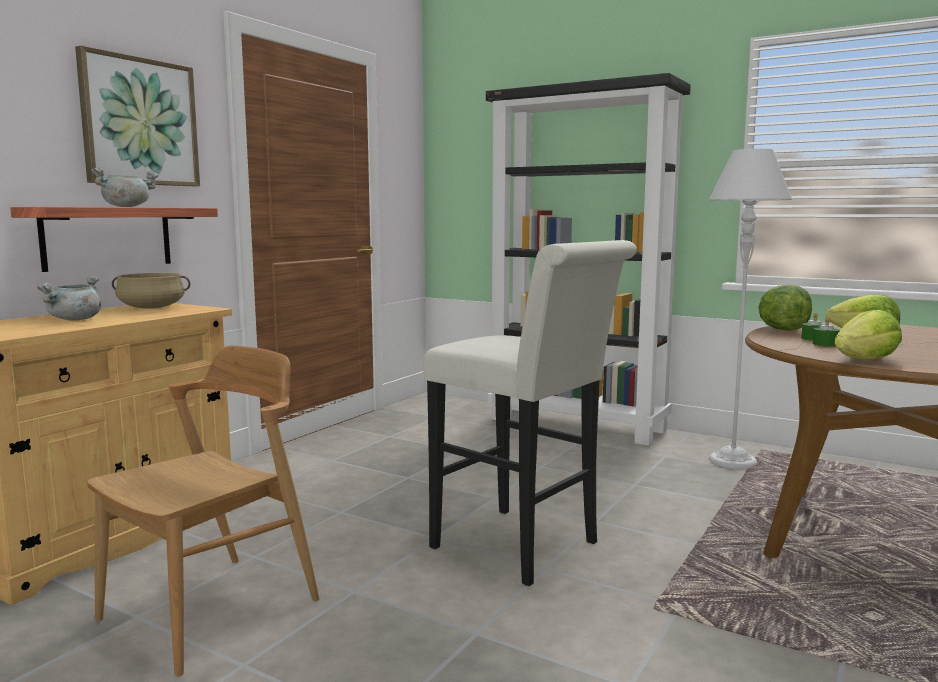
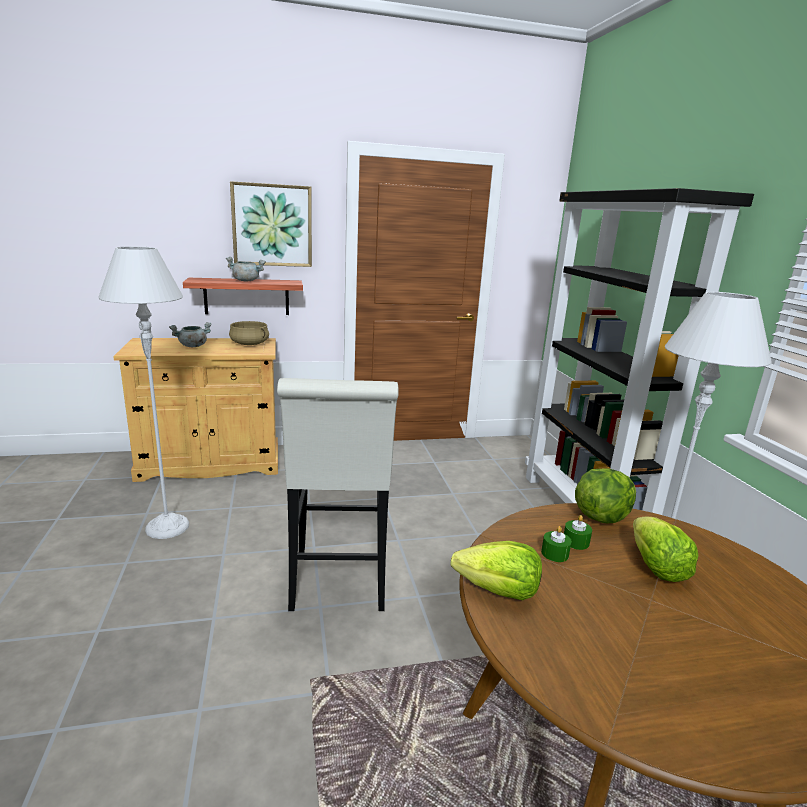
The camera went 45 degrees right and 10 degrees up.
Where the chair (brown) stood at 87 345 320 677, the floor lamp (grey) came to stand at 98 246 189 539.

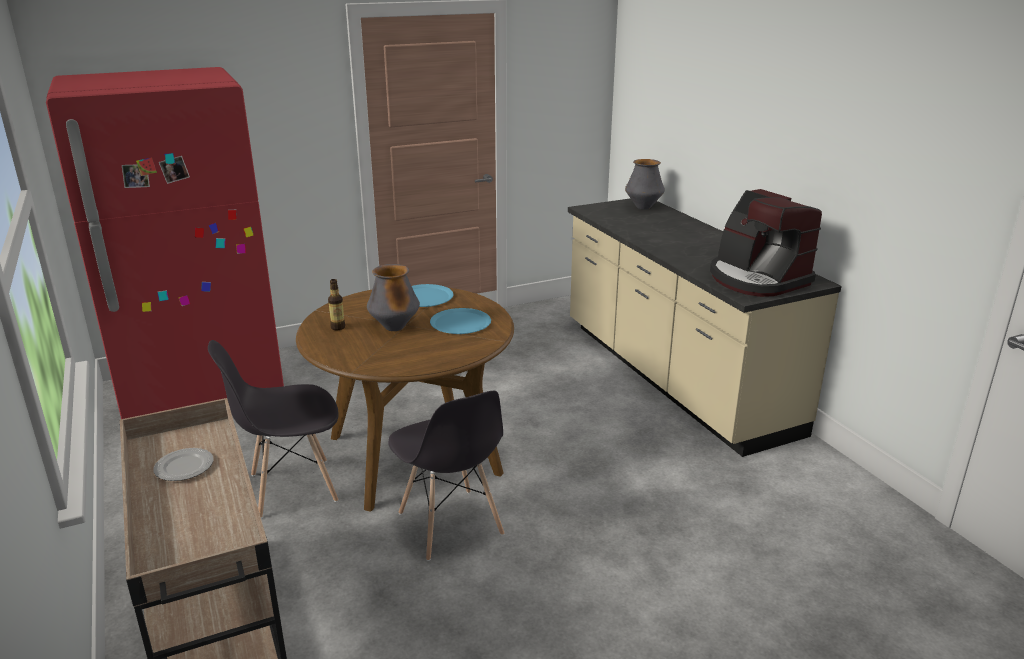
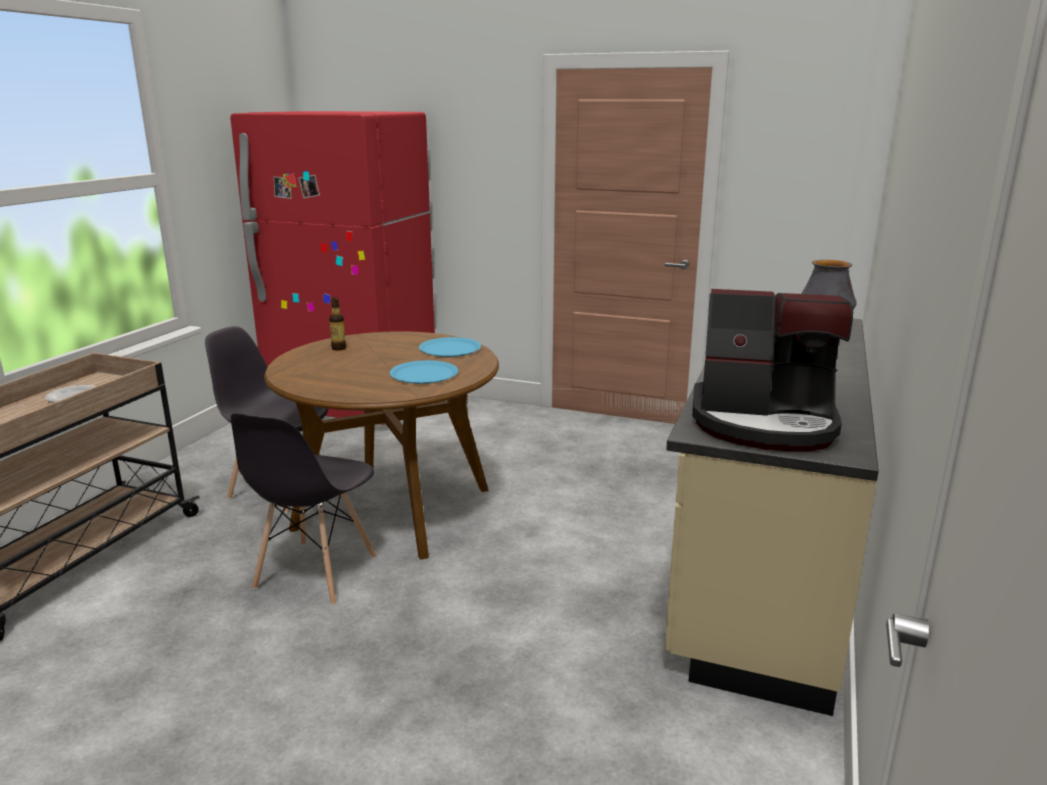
The camera went 45 degrees right and 5 degrees down.
The coffee machine at 710 189 822 297 ended up facing another way, 90 degrees counterclockwise from before.
The second view lost the vase at 367 264 420 331.

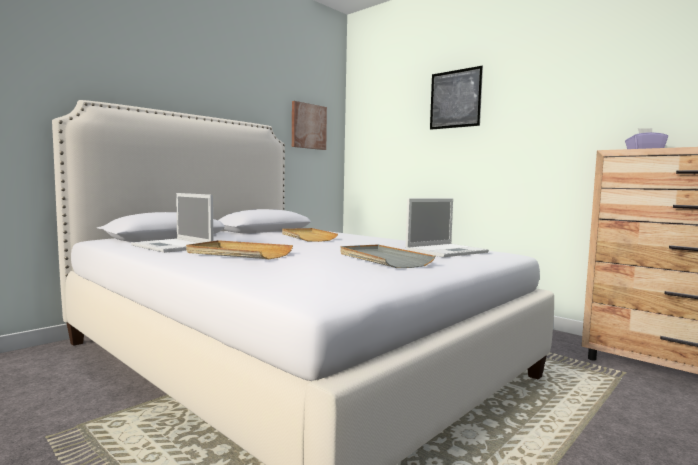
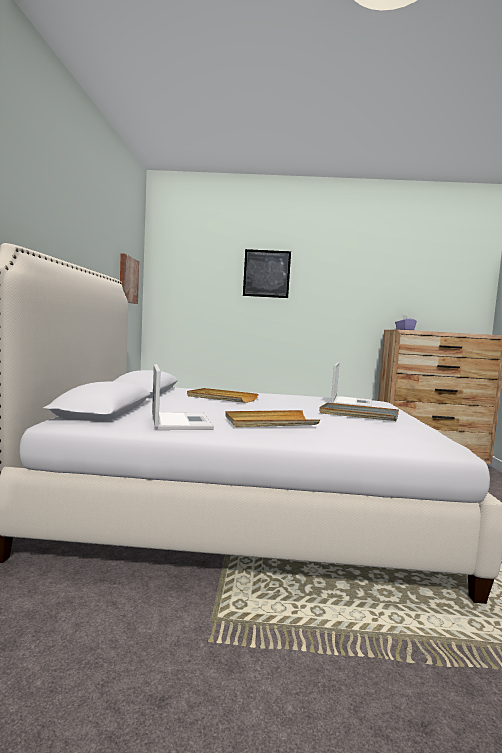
The camera went 40 degrees left and 0 degrees up.
The laptop at 131 193 213 253 ended up facing another way, 105 degrees counterclockwise from before.

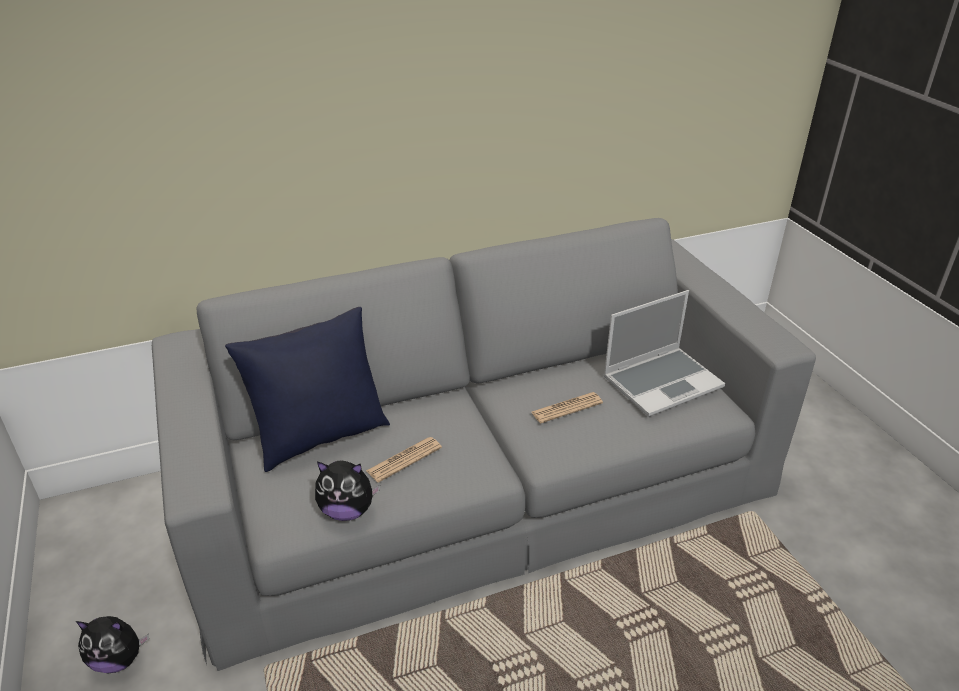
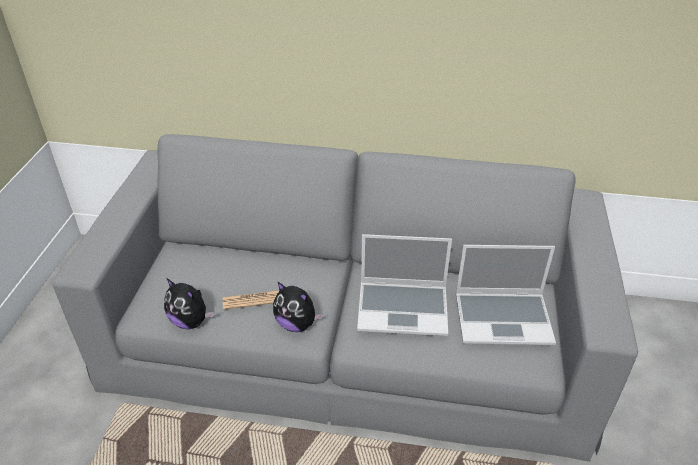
The camera went 30 degrees right and 5 degrees up.
The second view lost the pillow (blue) at 225 307 390 472.
Where the newspaper stood at 531 392 603 423, the laptop came to stand at 357 234 452 336.
The plush toy ended up elsewhere, having gone from 76 616 149 673 to 273 281 323 332.

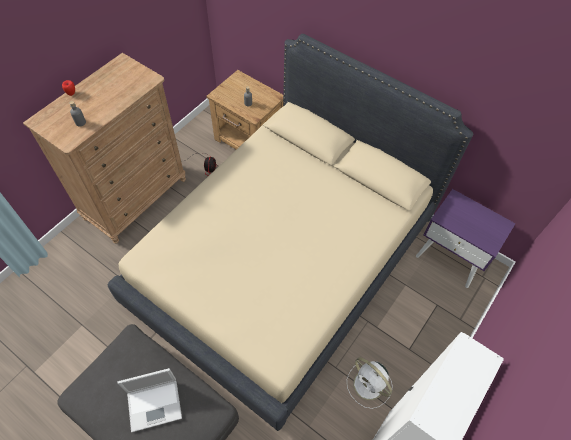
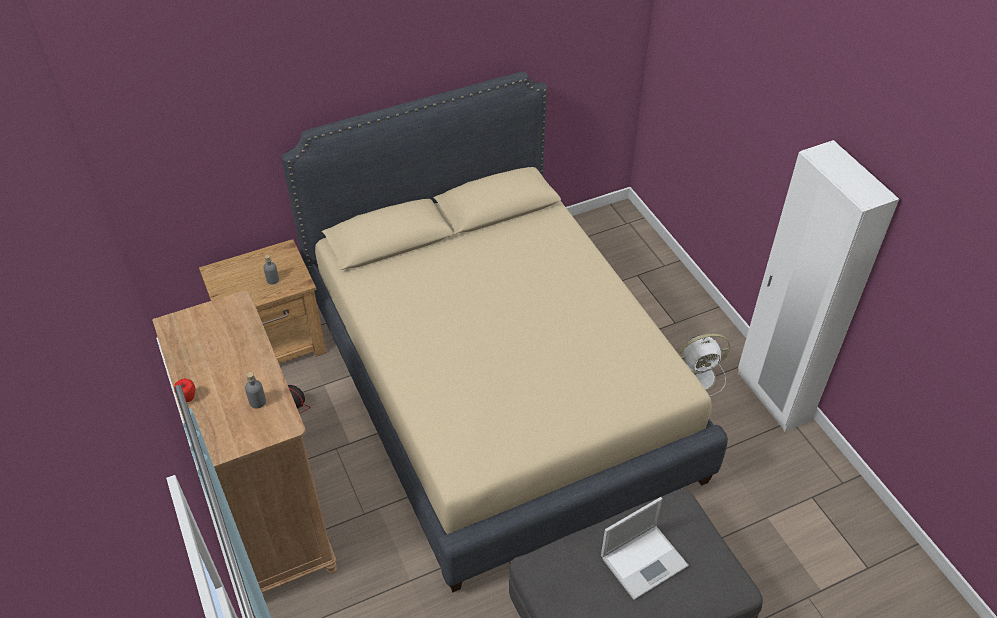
The camera went 60 degrees left and 10 degrees down.
The second view lost the nightstand (purple) at 416 189 516 288.
The laptop at 117 368 182 432 ended up facing another way, 45 degrees clockwise from before.

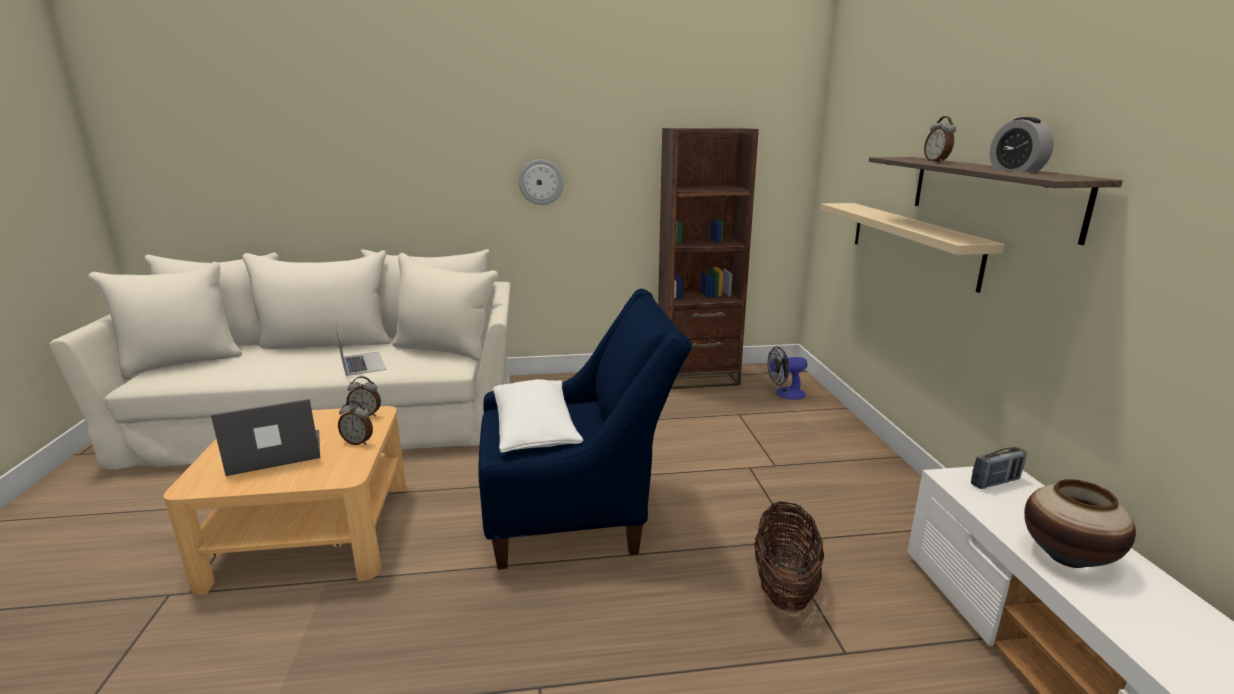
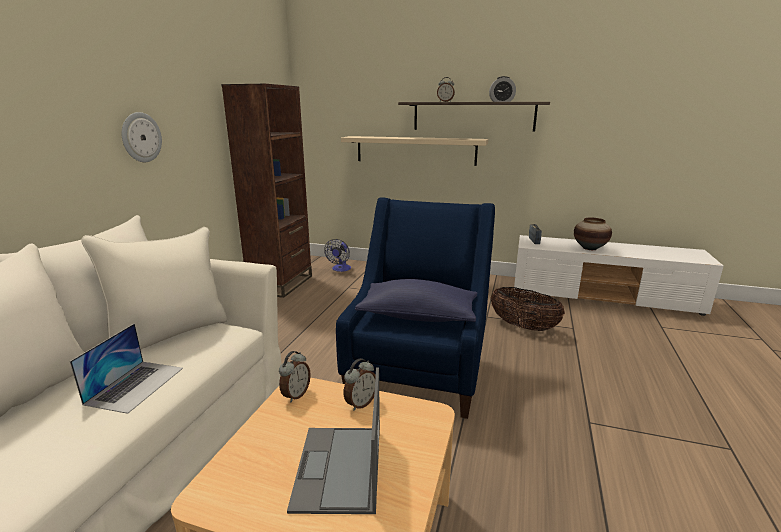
The camera went 65 degrees left and 0 degrees up.
The laptop at 336 325 386 376 ended up facing another way, 105 degrees clockwise from before.
What was the pillow (white) at 493 379 583 453 turned into the pillow (blue) at 355 279 478 322.

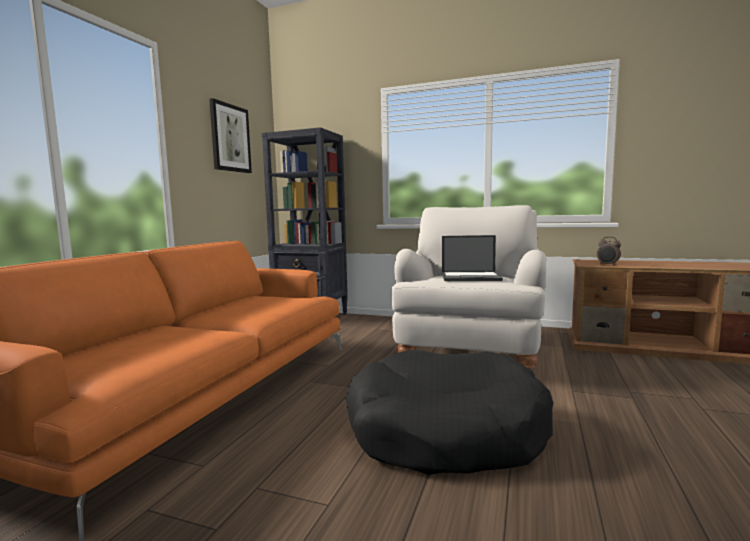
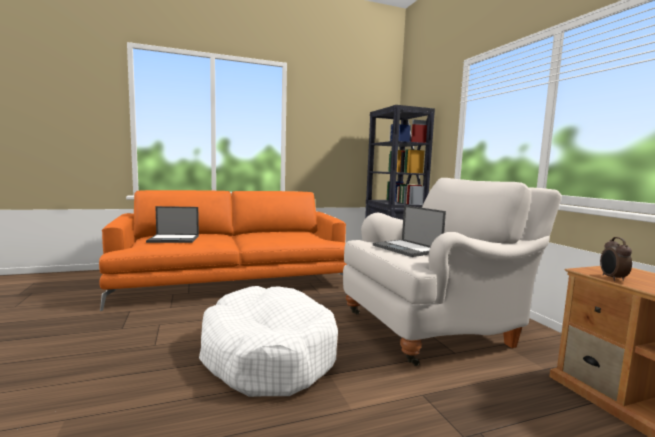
The camera went 50 degrees right and 0 degrees up.
The second view lost the picture at 209 98 252 173.
What was the dog bed (black) at 346 350 553 475 turned into the dog bed (white) at 199 286 338 397.
The second view gained the laptop at 146 206 199 243.

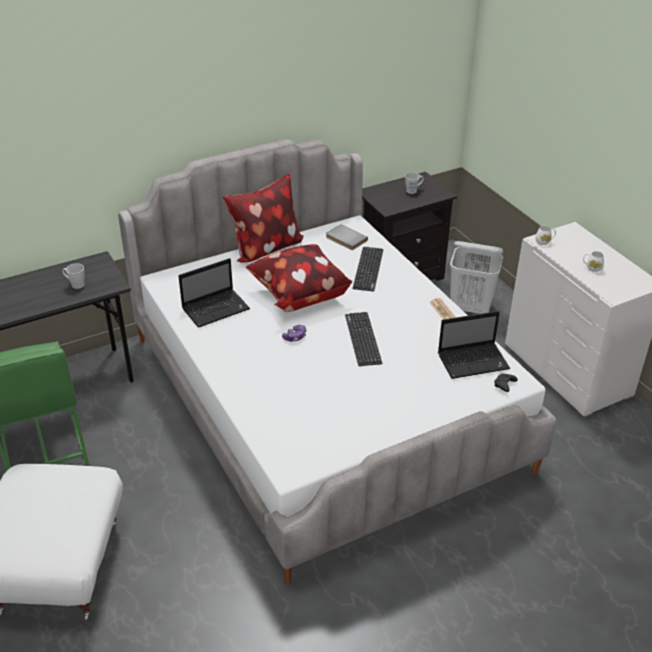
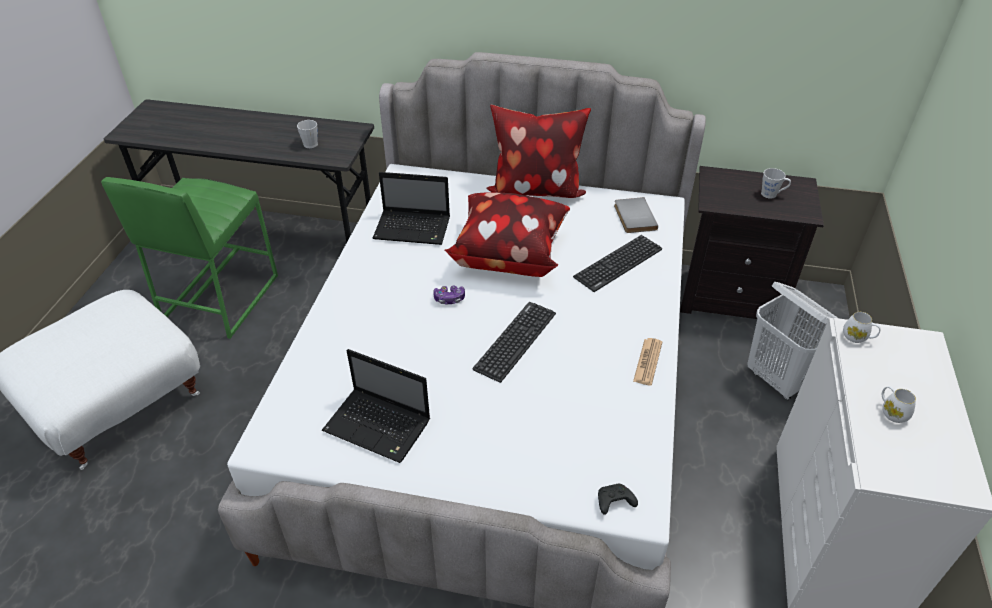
The camera went 40 degrees right and 5 degrees up.
The laptop ended up elsewhere, having gone from 438 311 510 379 to 322 349 430 463.

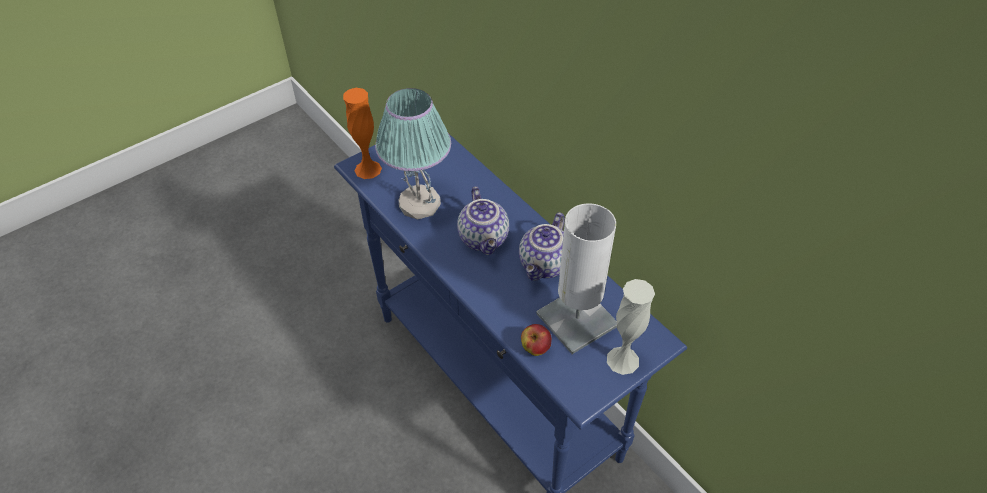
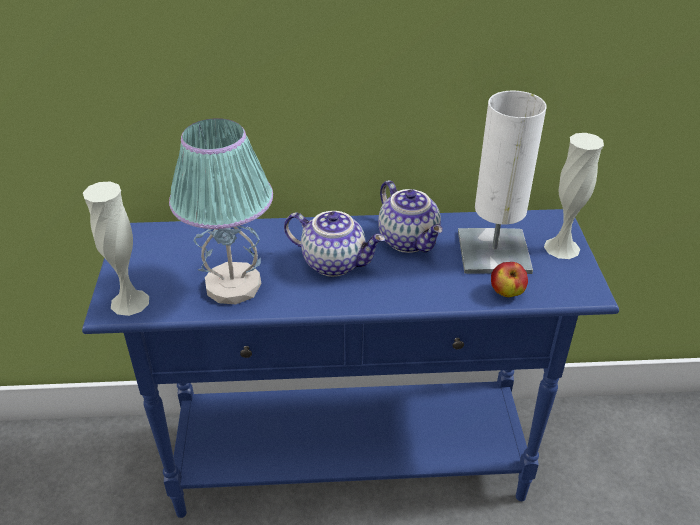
The camera went 55 degrees left and 10 degrees down.
What was the vase (orange) at 343 88 382 179 turned into the vase (white) at 83 181 149 316.

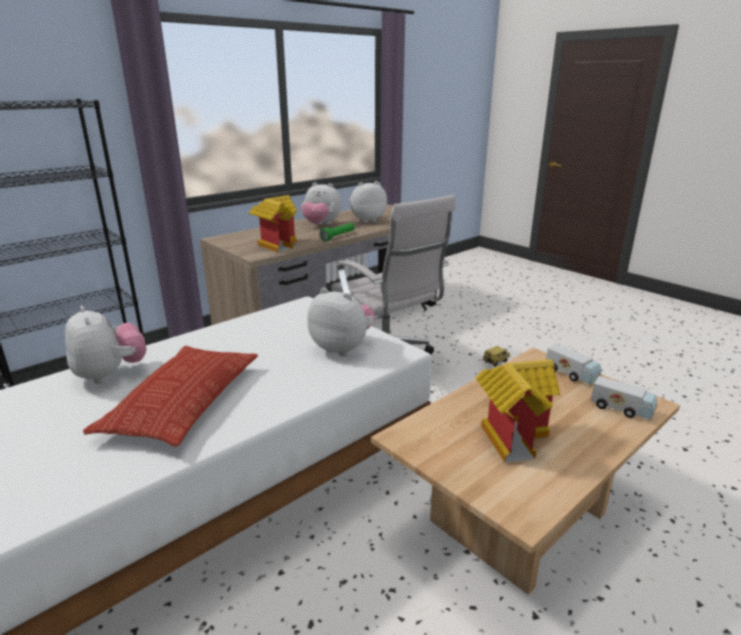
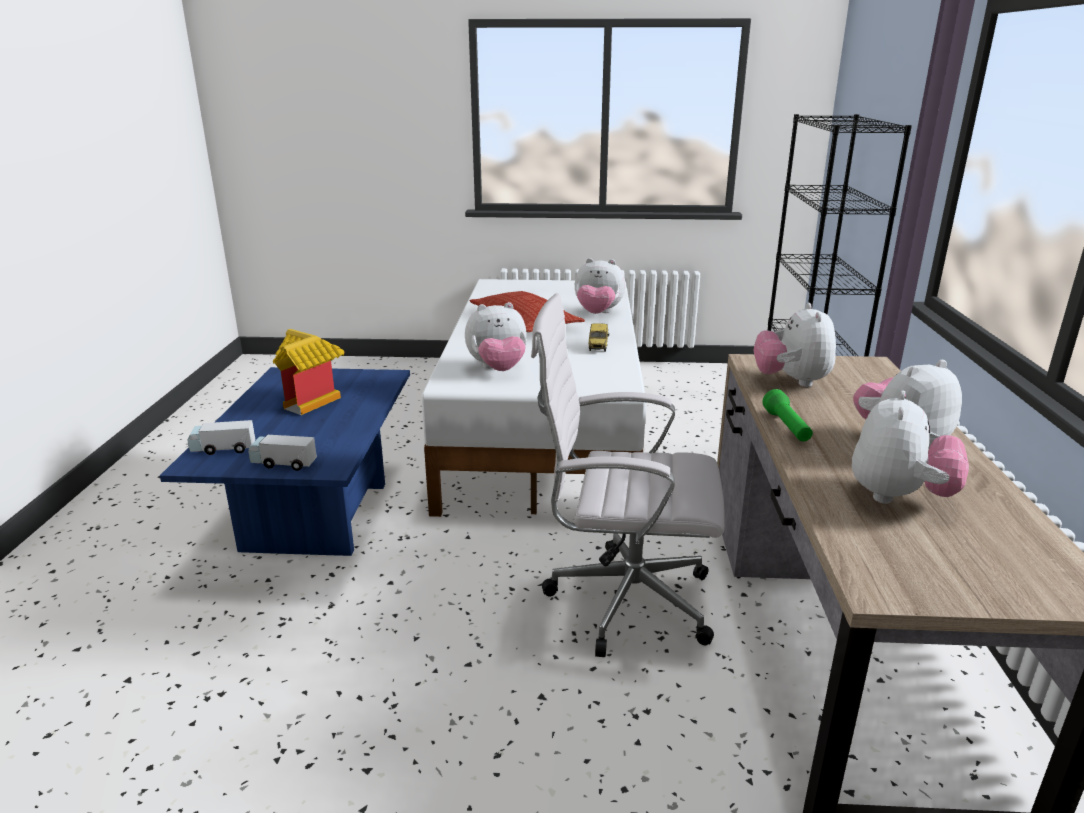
The camera went 135 degrees right and 0 degrees up.
Where the toy house stood at 249 195 297 253, the plush toy came to stand at 754 303 836 387.
The toy car ended up elsewhere, having gone from 483 346 510 367 to 588 323 609 352.
What was the coffee table (beige) at 371 348 680 595 turned into the coffee table (blue) at 160 367 410 556.

